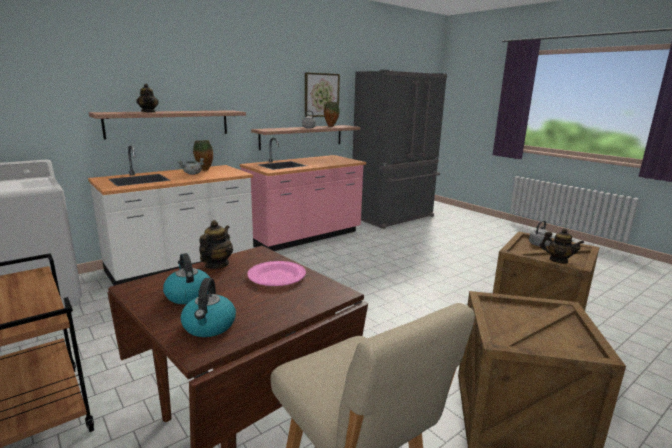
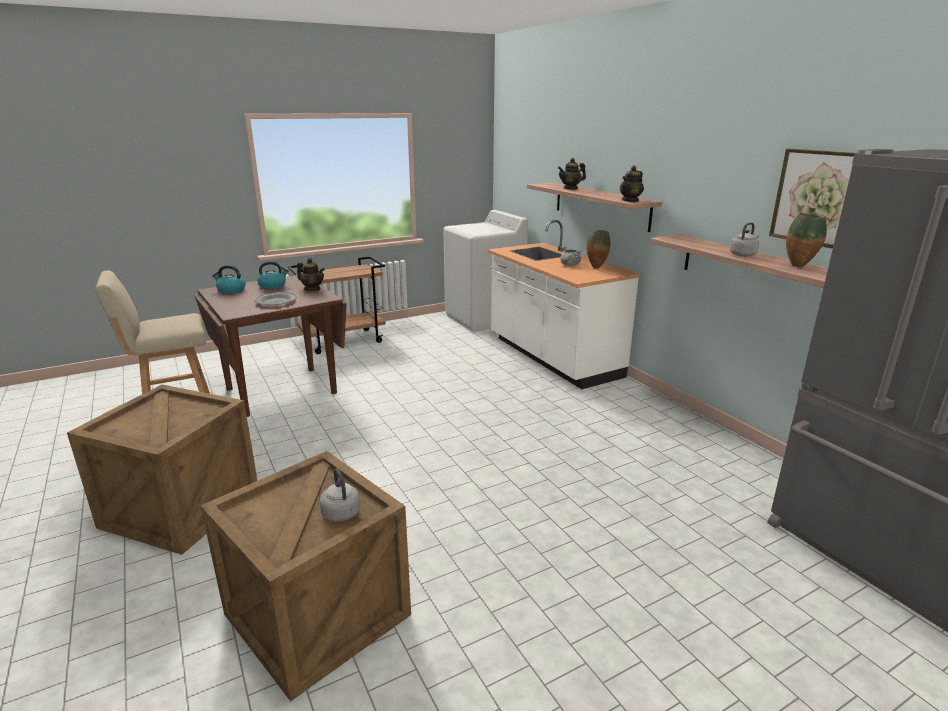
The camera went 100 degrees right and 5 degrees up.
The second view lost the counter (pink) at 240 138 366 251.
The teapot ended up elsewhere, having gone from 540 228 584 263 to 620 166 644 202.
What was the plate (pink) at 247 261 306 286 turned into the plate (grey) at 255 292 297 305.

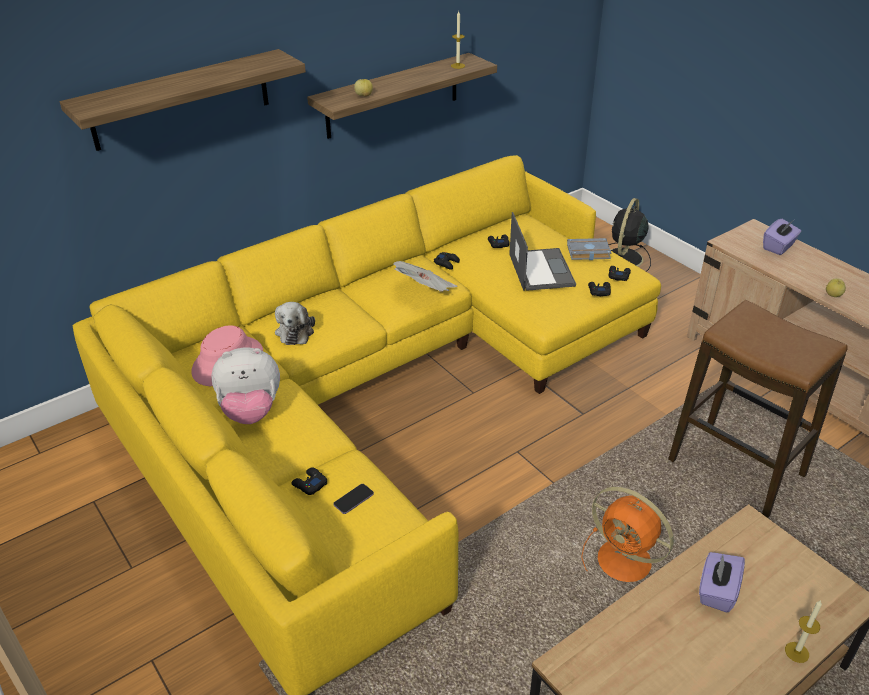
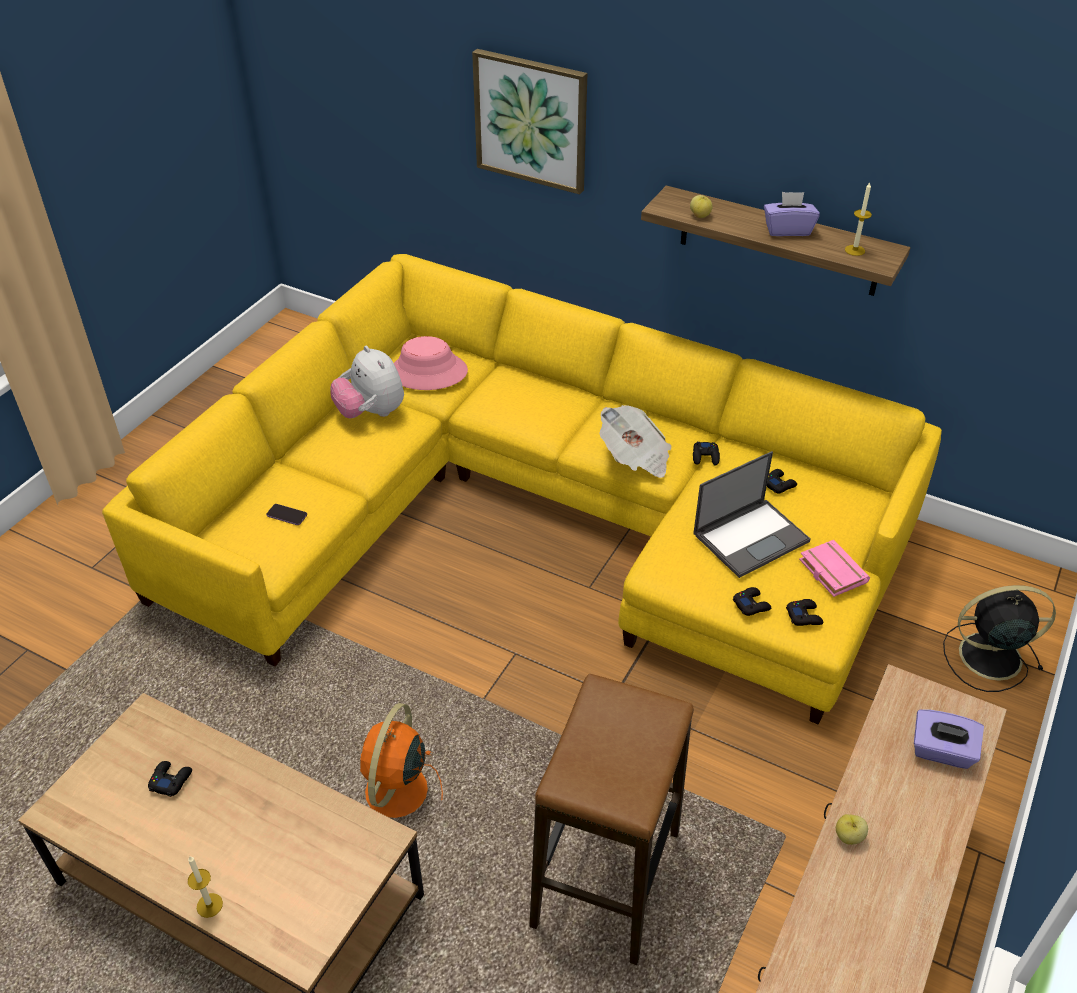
The camera went 65 degrees right and 5 degrees up.
Where the shelf hung at 60 49 306 151, the picture came to hang at 472 49 587 194.
What was the book (grey) at 567 238 611 260 turned into the book (pink) at 799 540 870 597.
The second view lost the plush toy at 275 302 315 345.
The game controller (black) ended up elsewhere, having gone from 291 468 327 495 to 148 761 192 797.
The tissue box (purple) ended up elsewhere, having gone from 699 552 745 613 to 764 192 820 236.

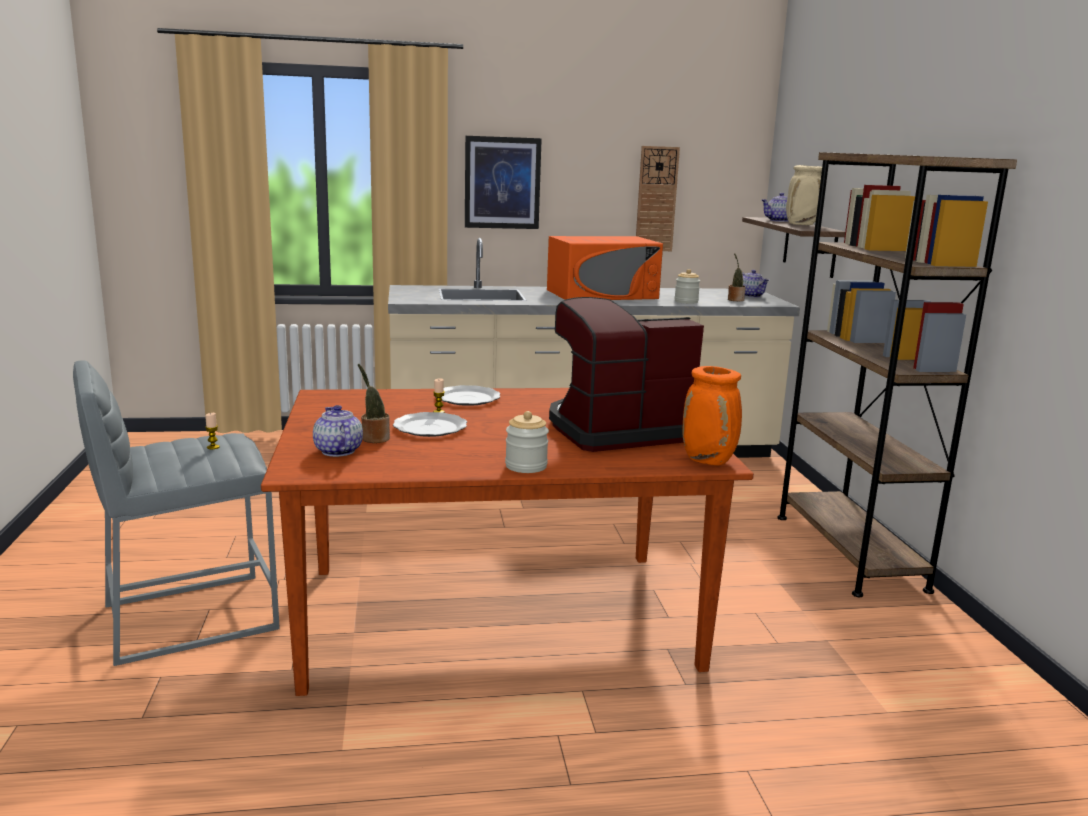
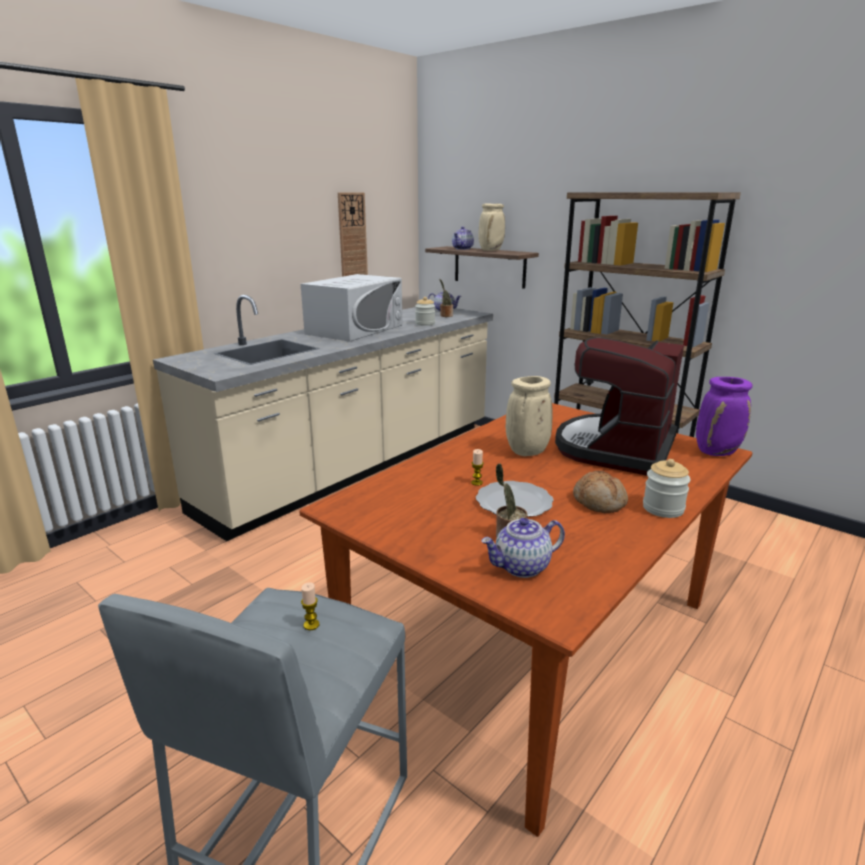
The camera went 40 degrees left and 5 degrees up.
The second view lost the picture at 465 136 542 229.
What was the microwave (orange) at 547 236 663 300 turned into the microwave (white) at 301 274 402 342.
What was the vase (orange) at 683 366 742 465 turned into the vase (purple) at 696 377 753 456.
The second view lost the plate at 435 385 500 406.
The teapot at 313 405 363 457 ended up facing another way, 45 degrees counterclockwise from before.
The second view gained the vase (beige) at 506 376 552 456.
The second view gained the bread at 573 471 628 513.

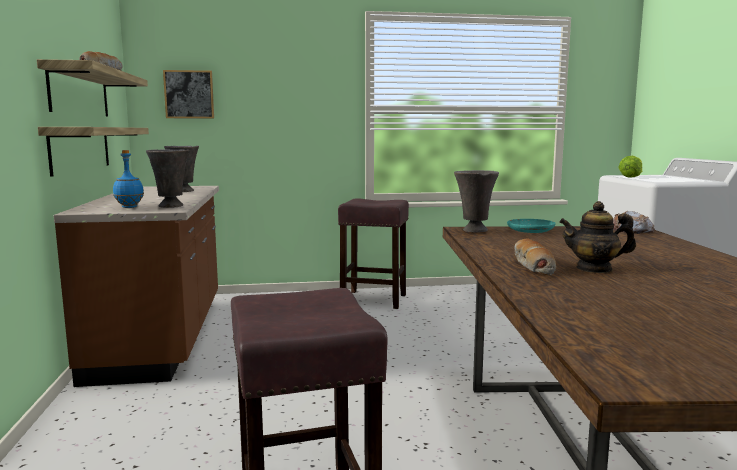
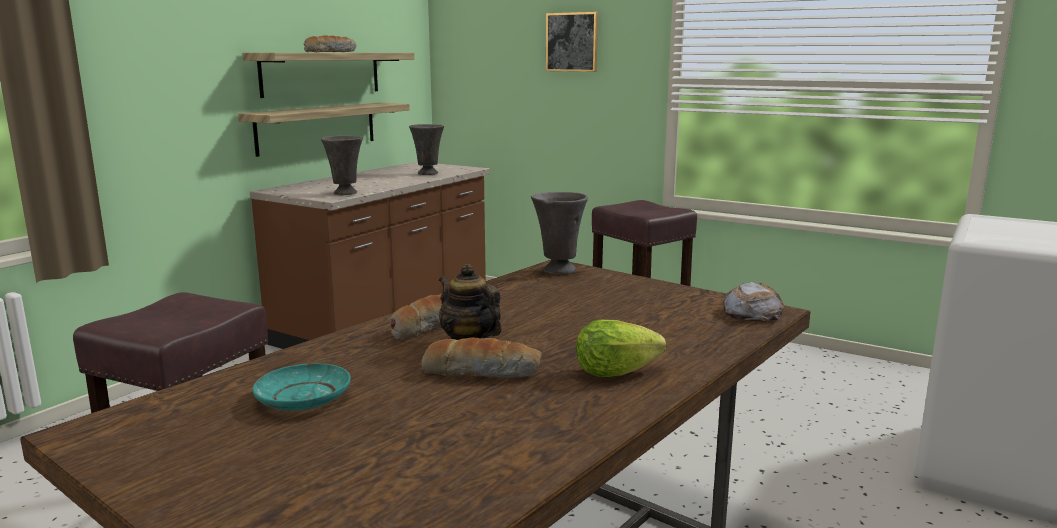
The camera went 40 degrees right and 5 degrees up.
The picture ended up elsewhere, having gone from 163 70 214 118 to 546 12 598 72.
The second view lost the bottle (blue) at 113 150 144 208.
The lettuce ended up elsewhere, having gone from 618 156 642 178 to 576 320 666 377.
The plate (turquoise) ended up elsewhere, having gone from 507 219 556 233 to 253 363 351 411.
The second view gained the bread at 422 337 542 378.

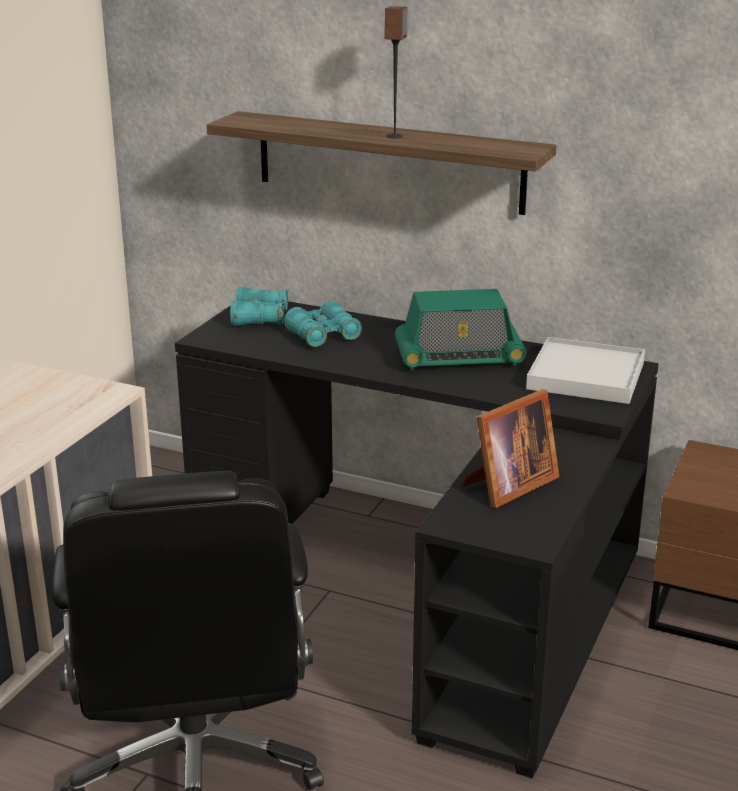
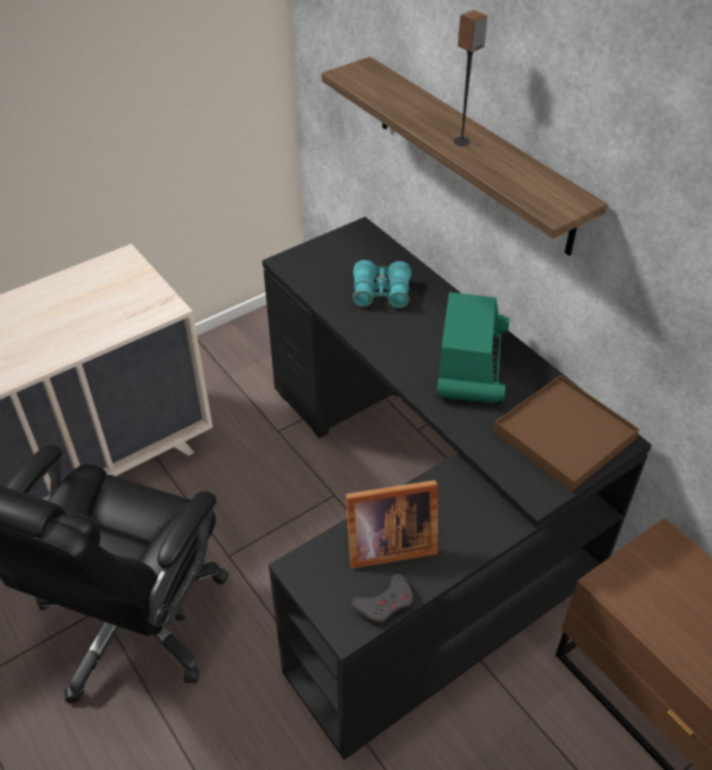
The camera went 30 degrees right and 20 degrees up.
The second view lost the binoculars (turquoise) at 230 287 288 326.
The radio at 395 289 526 370 ended up facing another way, 105 degrees counterclockwise from before.
What was the tray (white) at 526 337 645 404 turned into the tray (brown) at 493 375 639 492.
The second view gained the game controller (grey) at 351 574 413 626.

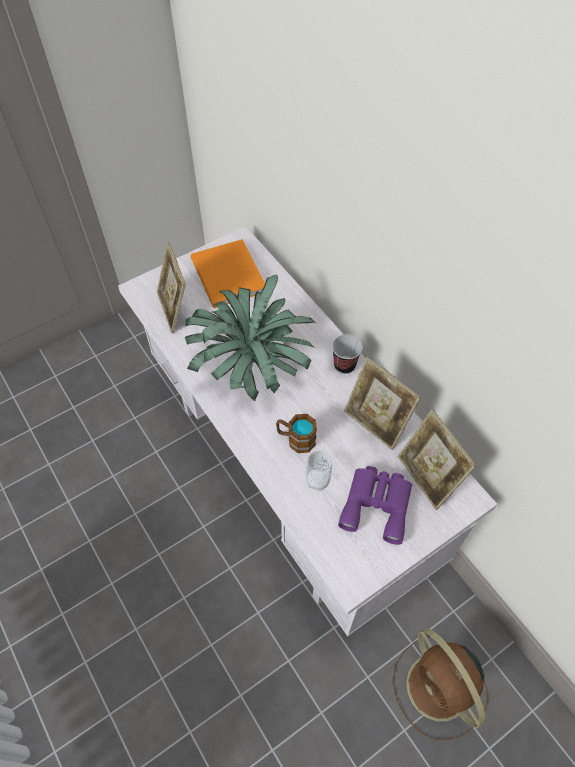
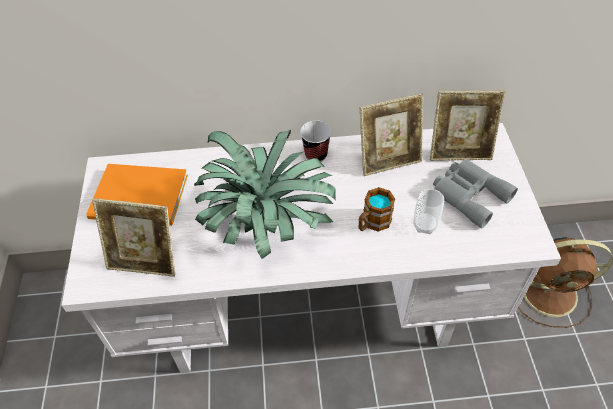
The camera went 60 degrees left and 5 degrees down.
What was the binoculars (purple) at 338 466 412 545 turned into the binoculars (grey) at 433 159 518 228.

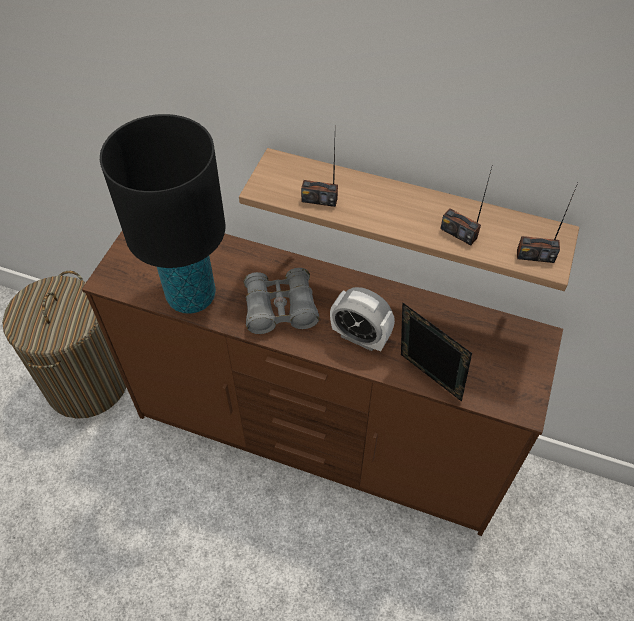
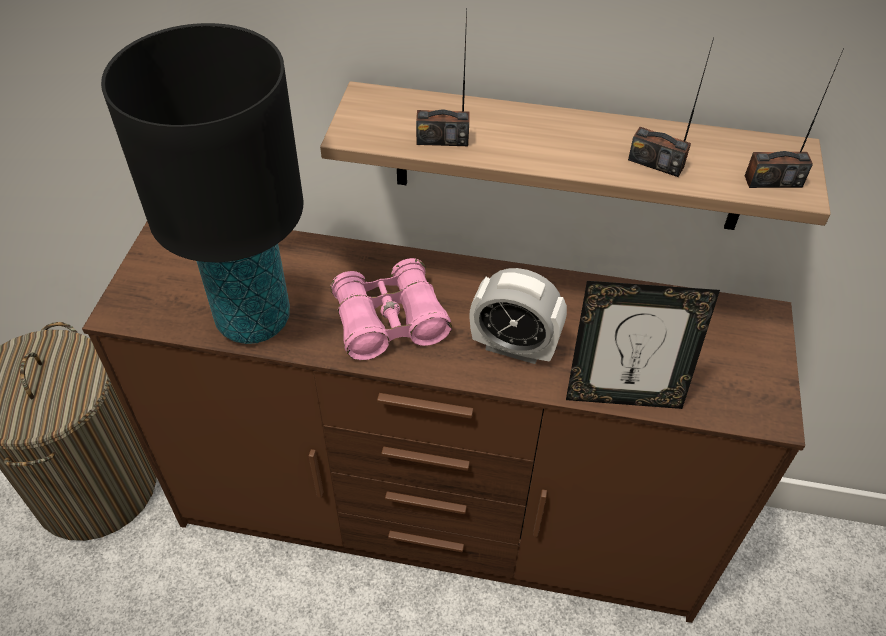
The camera went 10 degrees left and 5 degrees down.
What was the binoculars (grey) at 244 268 319 334 turned into the binoculars (pink) at 330 258 452 360.
The picture frame at 401 302 472 402 ended up facing another way, 150 degrees clockwise from before.

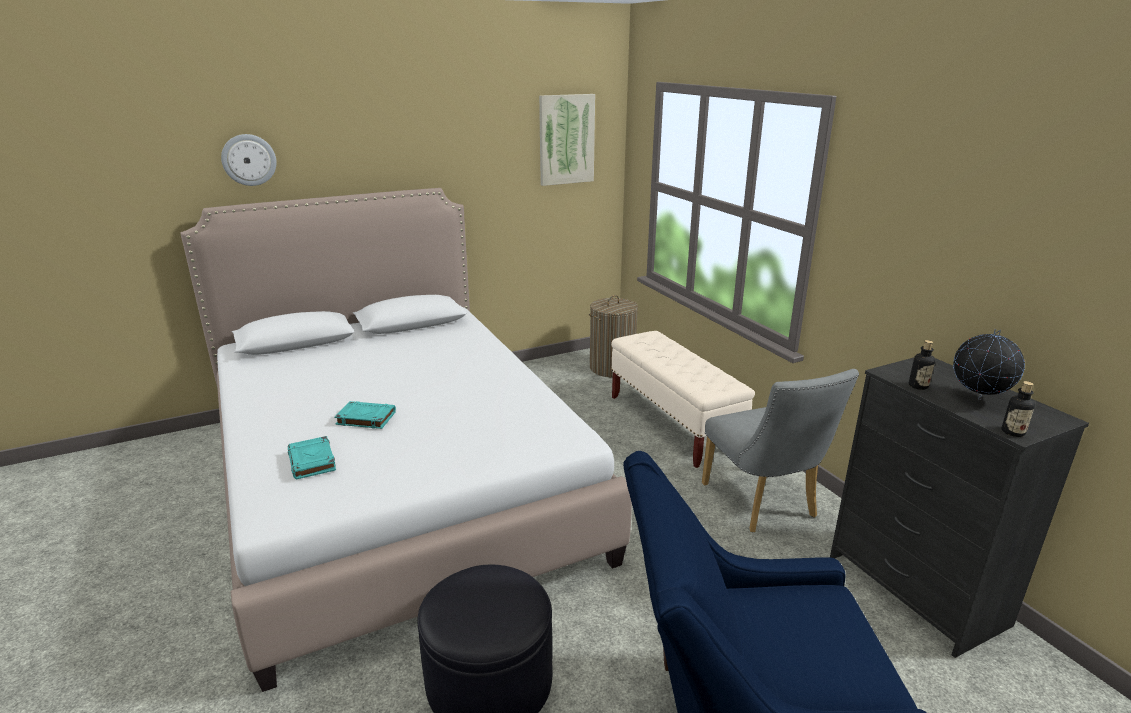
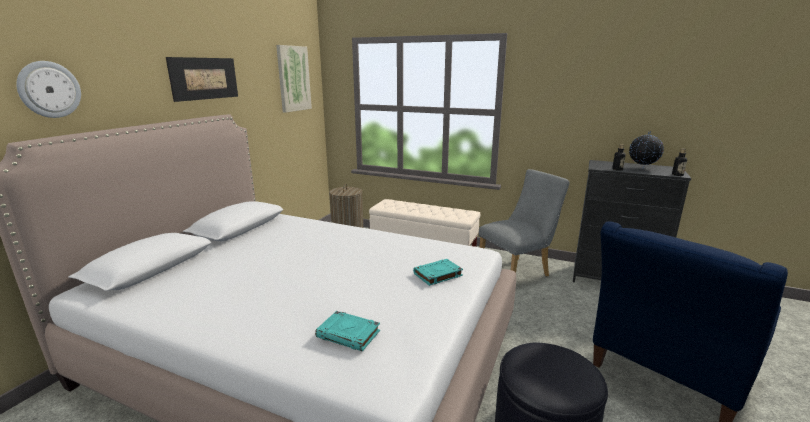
The camera went 40 degrees left and 5 degrees down.
The chair (grey) at 702 369 859 532 ended up facing another way, 60 degrees counterclockwise from before.
The book (turquoise) ended up elsewhere, having gone from 335 401 396 429 to 413 259 463 286.
The second view gained the picture at 166 57 238 102.

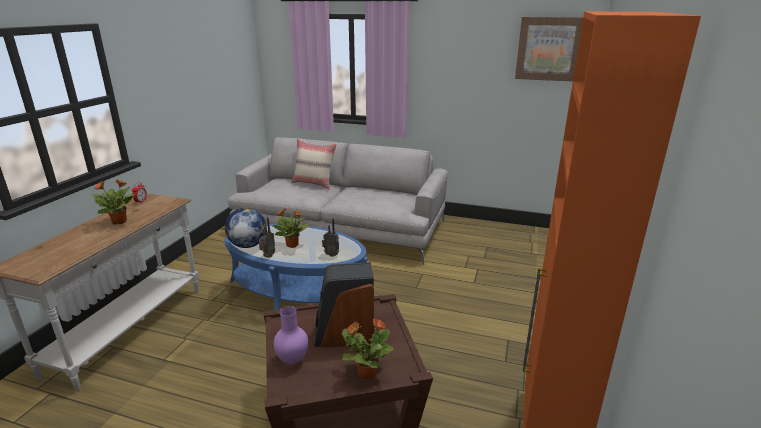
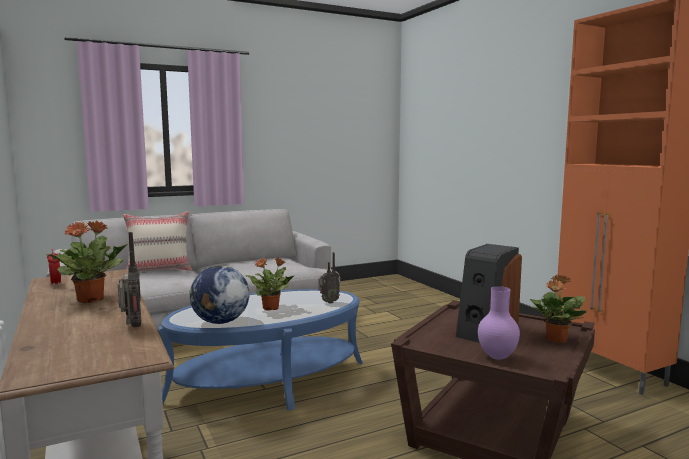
The camera went 45 degrees left and 15 degrees down.
The second view lost the picture at 515 17 583 82.
The radio ended up elsewhere, having gone from 259 217 275 258 to 118 232 141 327.

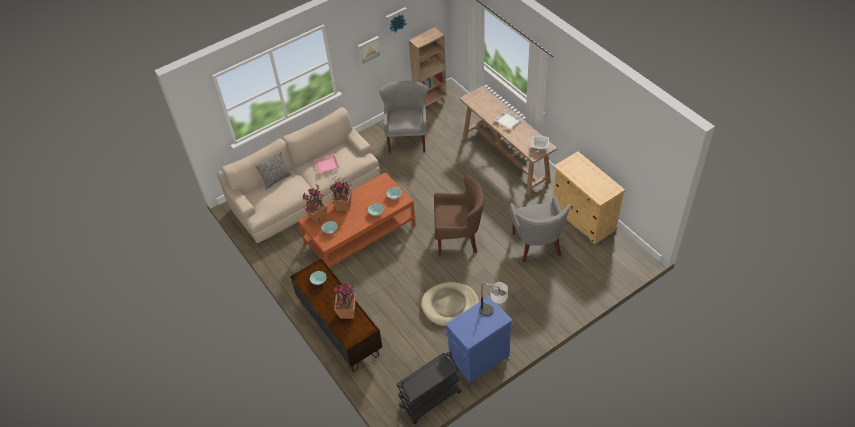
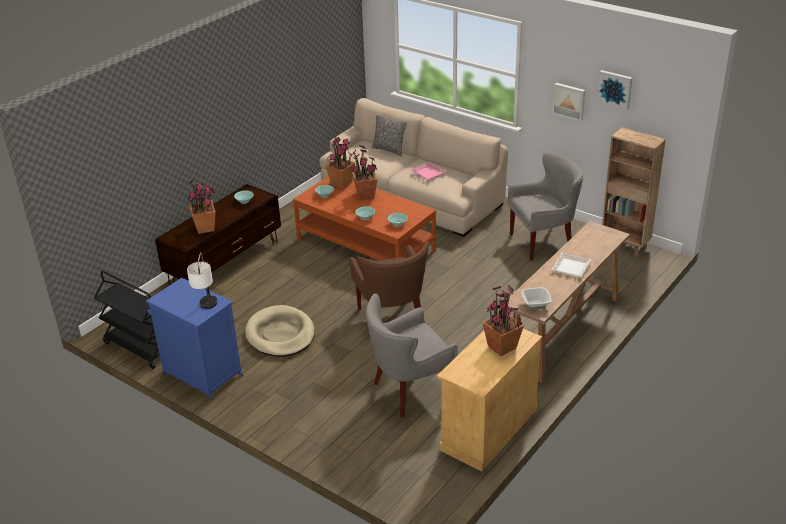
The camera went 70 degrees right and 15 degrees down.
The second view gained the potted plant at 482 285 524 356.

